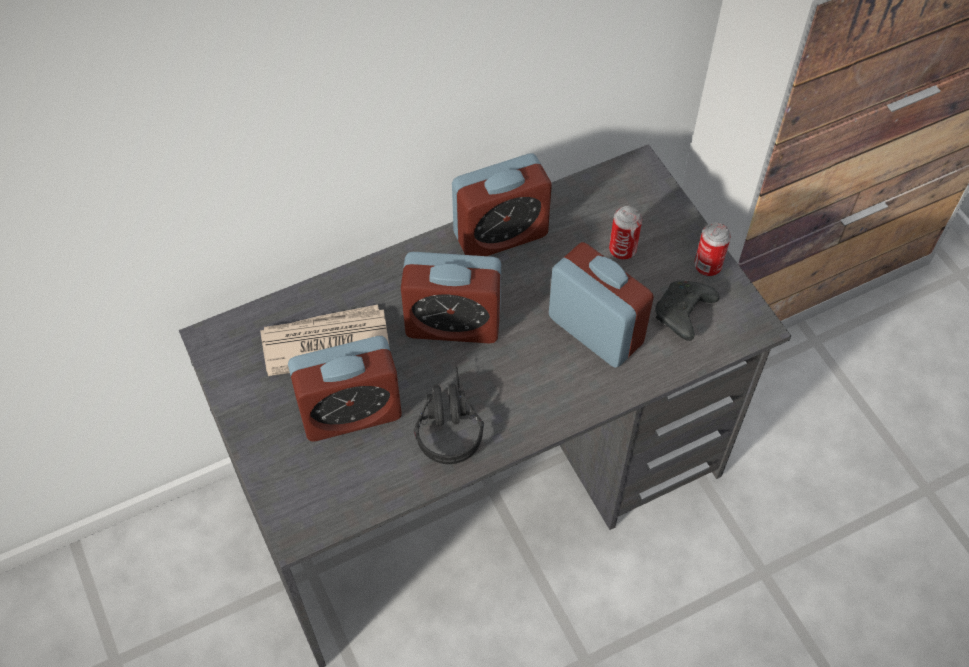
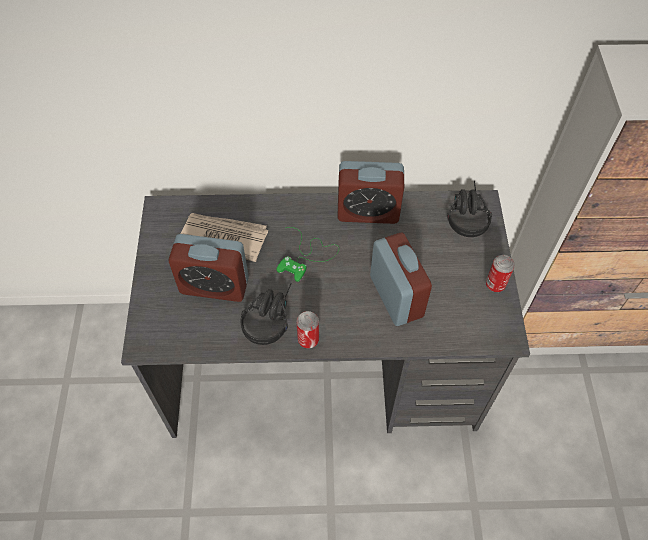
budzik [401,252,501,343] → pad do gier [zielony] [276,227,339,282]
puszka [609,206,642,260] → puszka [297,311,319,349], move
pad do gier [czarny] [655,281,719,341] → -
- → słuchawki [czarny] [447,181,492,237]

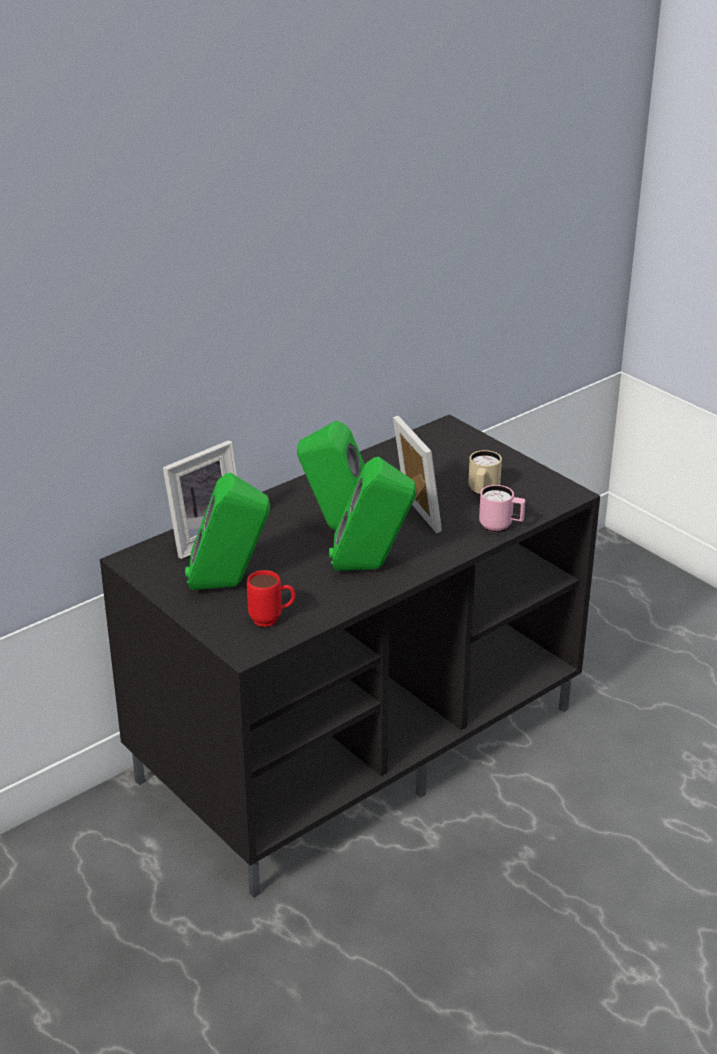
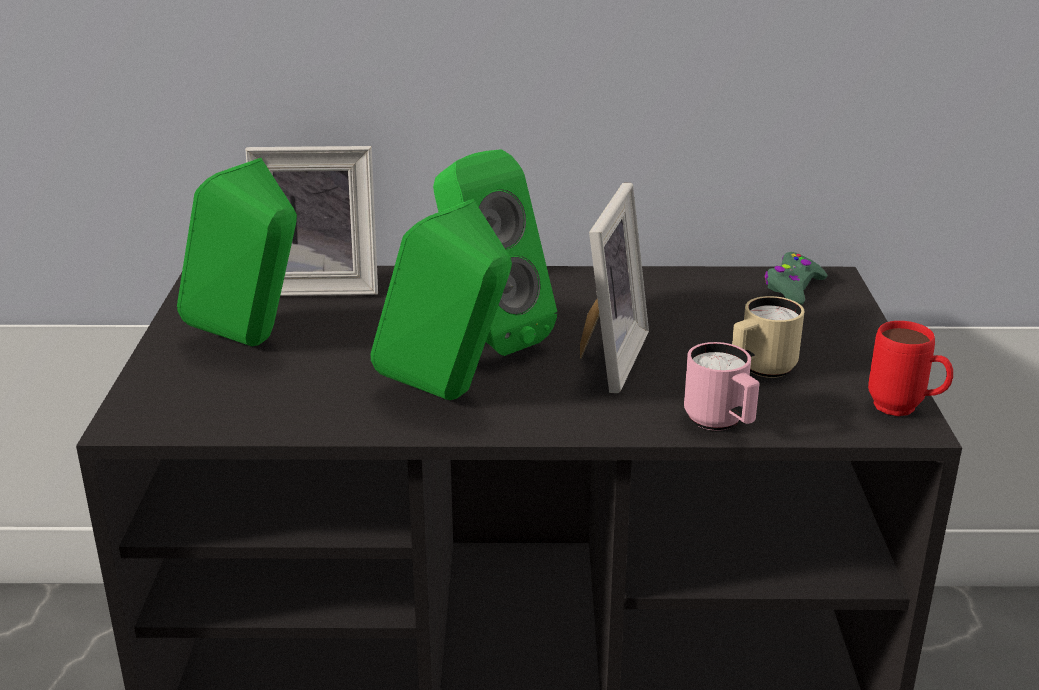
kubek [czerwony] [247,570,296,627] → kubek [czerwony] [868,321,953,416], move
- → pad do gier [zielony] [765,252,828,305]

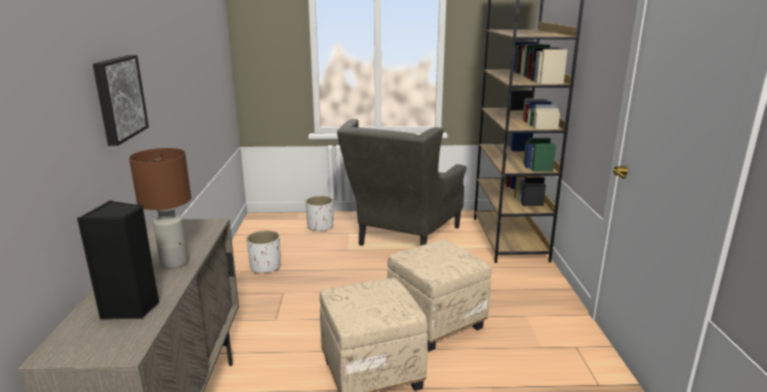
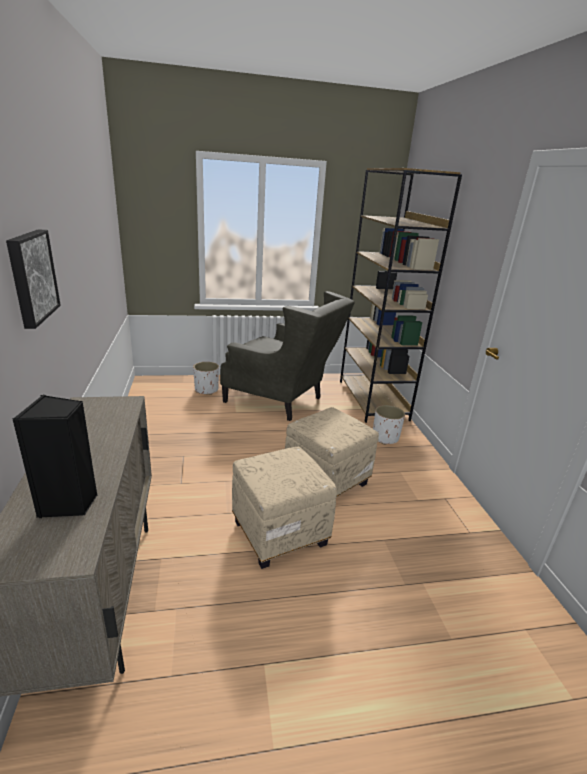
lampa stołowa [brązowy] [129,148,191,268] → -
donica [biały] [246,230,281,274] → donica [biały] [373,405,405,445], move
fotel [szary] [337,119,467,246] → fotel [szary] [220,291,355,421], 75 degrees counterclockwise

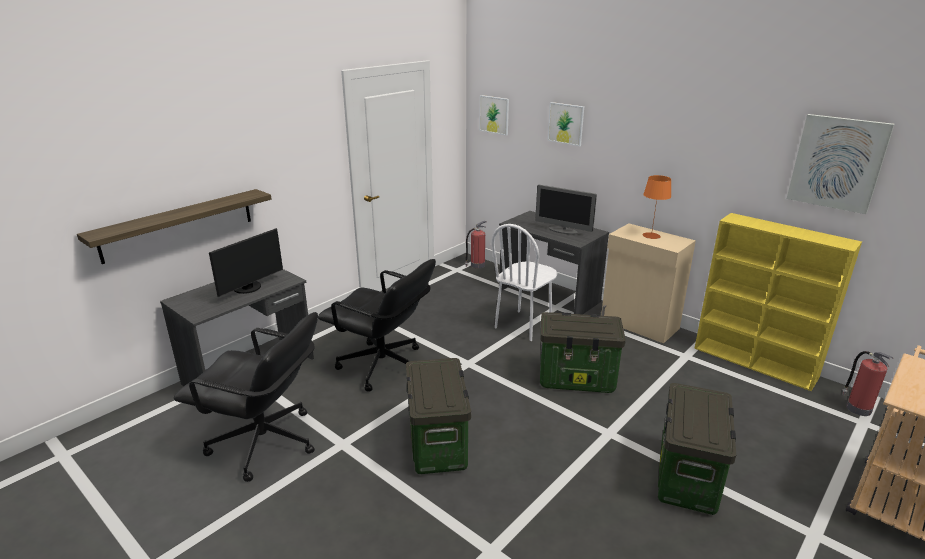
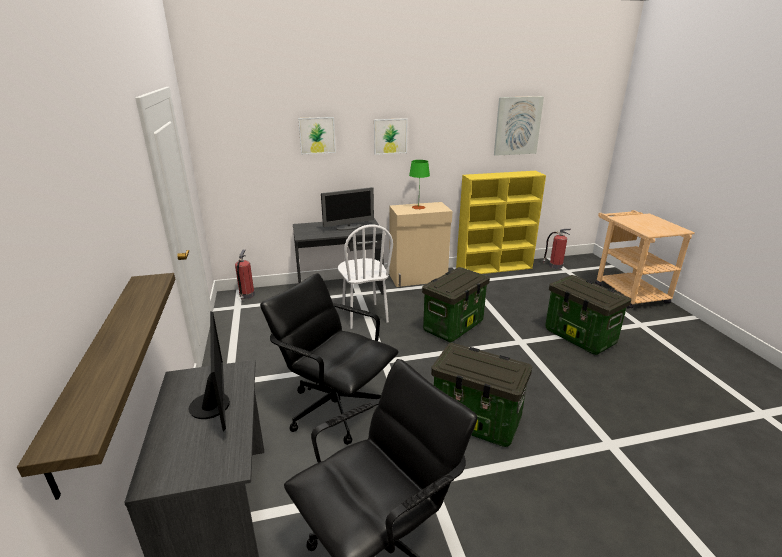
krzesło biurowe [czarny] [318,259,436,392] → krzesło biurowe [czarny] [260,273,399,445], 120 degrees counterclockwise
obraz [479,95,509,136] → obraz [374,118,407,155], move
lampa stołowa [pomarańczowy] [642,175,671,239] → lampa stołowa [zielony] [409,160,430,210]

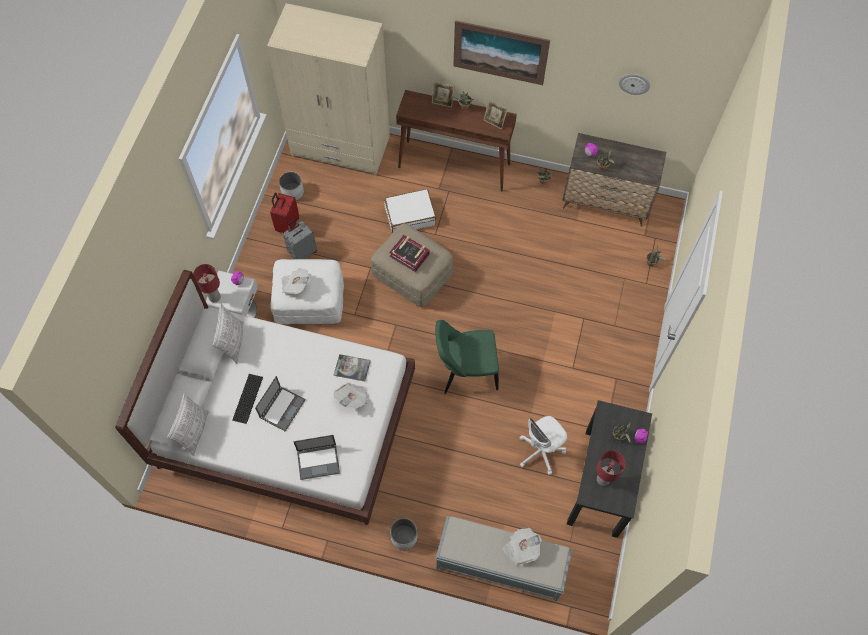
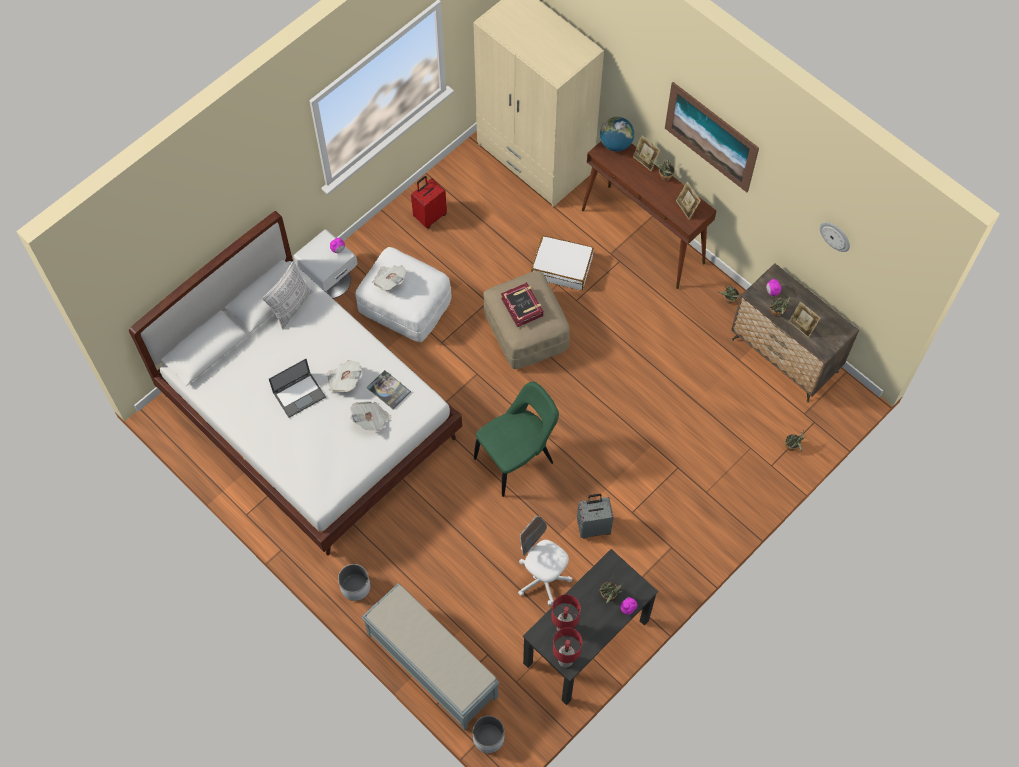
poduszka [167,393,210,456] → -
lampa stołowa [czerwony] [193,264,221,302] → lampa stołowa [czerwony] [553,627,582,667], move
klawiatura [233,374,263,424] → -
donica [biały] [279,172,304,200] → donica [biały] [473,716,505,753], move
walizka [szary] [283,219,317,259] → walizka [szary] [577,494,614,538], move
laptop [293,435,340,480] → -
krzesło [zielony] [435,320,499,394] → krzesło [zielony] [474,381,559,497], 120 degrees clockwise
gazeta [503,528,542,565] → gazeta [327,360,362,392], move
krzesło biurowe [biały] [519,416,567,475] → krzesło biurowe [biały] [518,516,572,606], 45 degrees clockwise
- → globus [600,117,634,152]
- → ramka na zdjęcie [789,301,821,338]

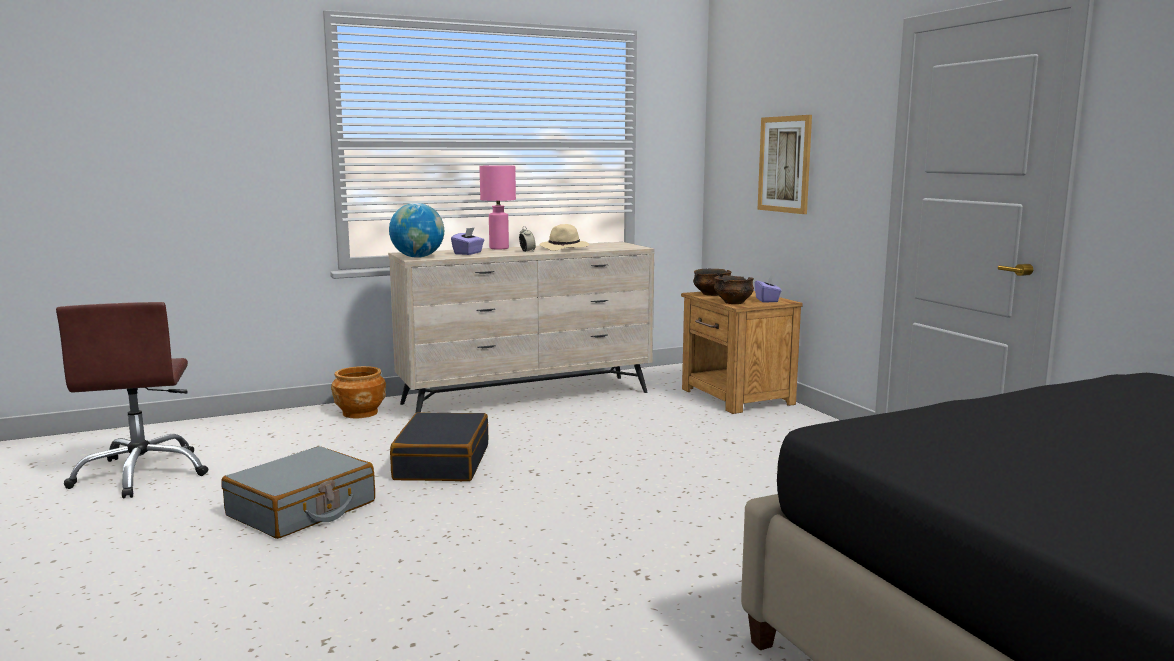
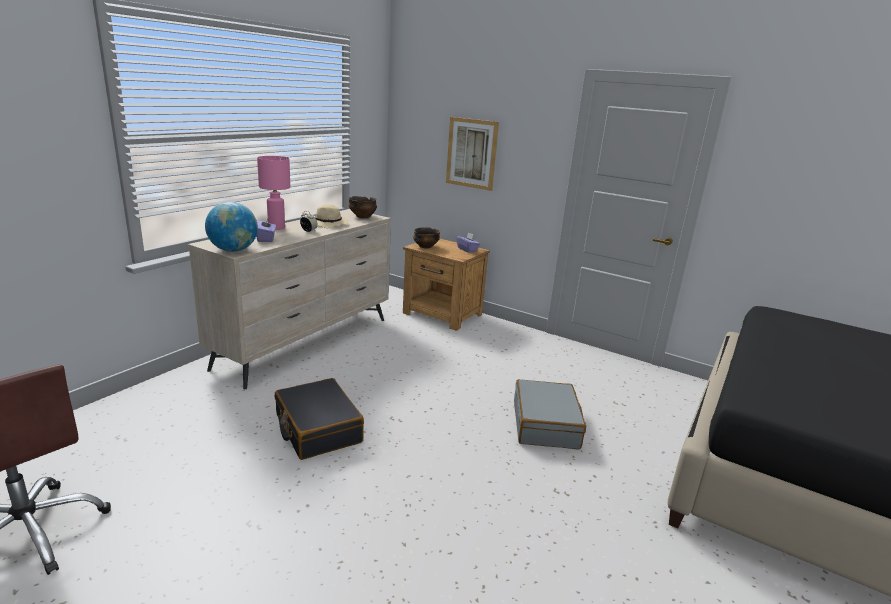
walizka [szary] [221,446,375,539] → walizka [szary] [514,379,586,450], move
donica [brązowy] [331,366,386,418] → -
miska [714,275,754,304] → miska [348,196,377,218], move

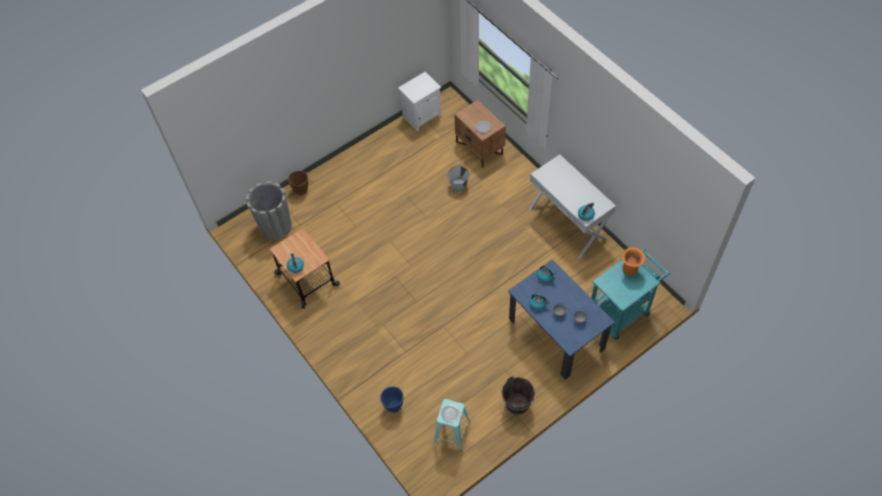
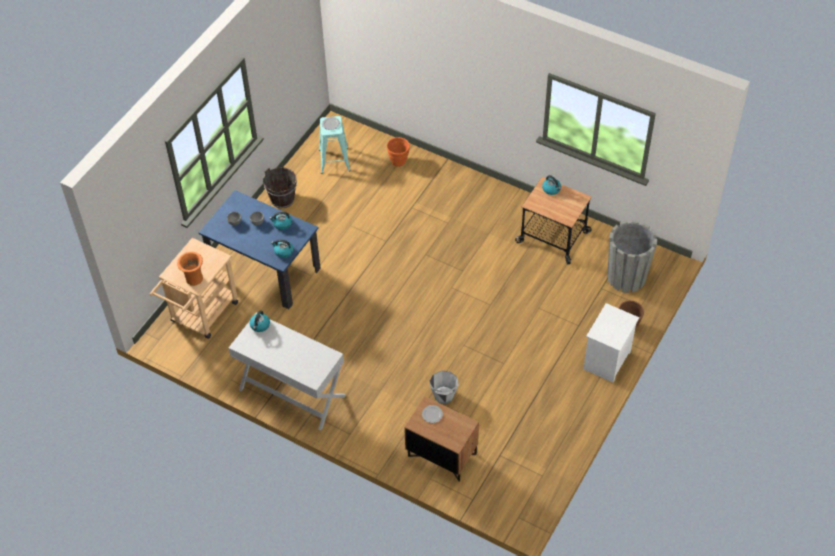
donica [niebieski] [380,386,404,413] → donica [pomarańczowy] [387,137,410,167]
szafka nocna [biały] [398,72,441,131] → szafka nocna [biały] [583,303,639,383], move
wózek [turkusowy] [591,248,671,340] → wózek [beżowy] [150,238,238,339]

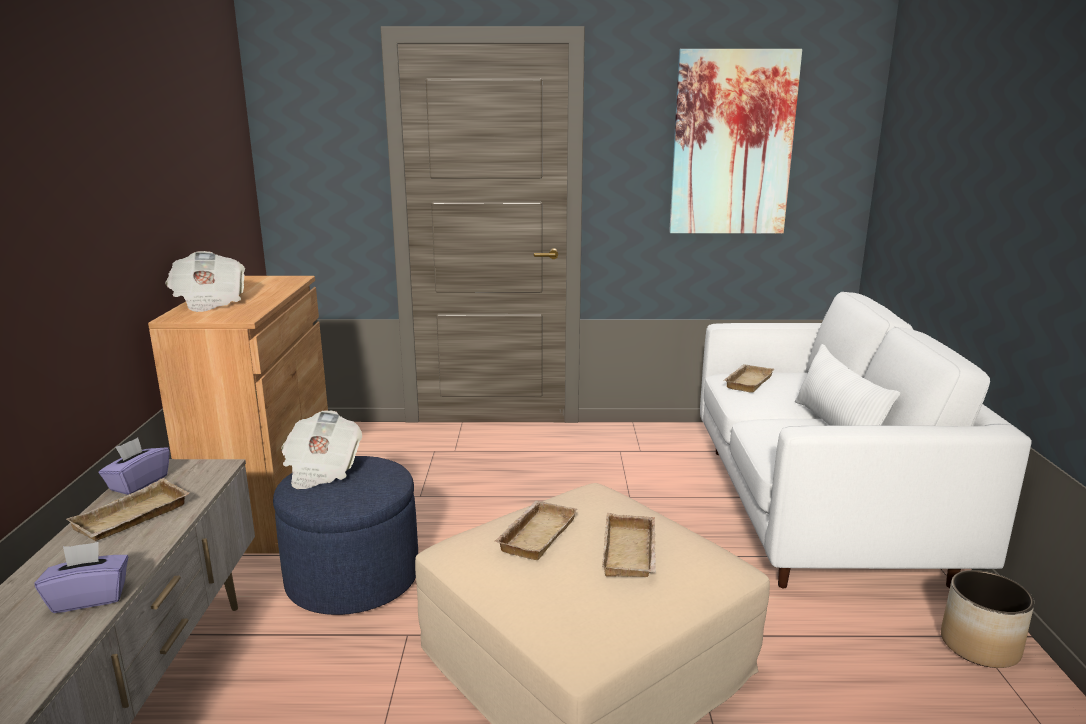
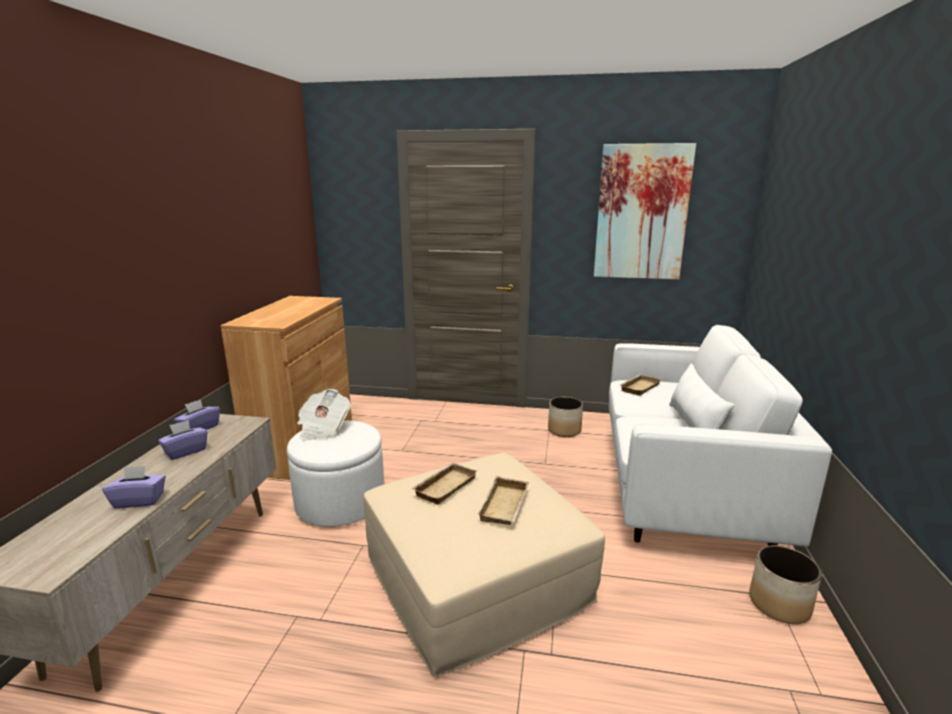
taca [beżowy] [66,478,189,541] → pudełko chusteczek [fioletowy] [158,420,208,460]
gazeta [165,251,245,312] → -
pufa [niebieski] [273,456,418,615] → pufa [biały] [287,421,384,527]
- → donica [548,397,583,437]

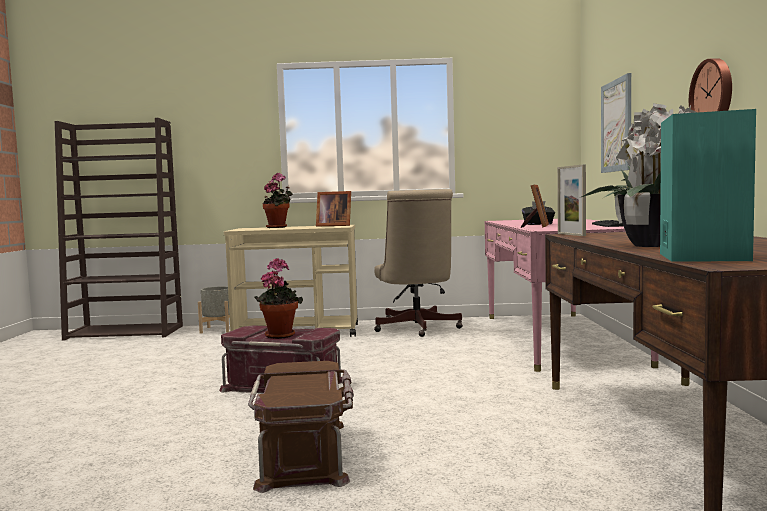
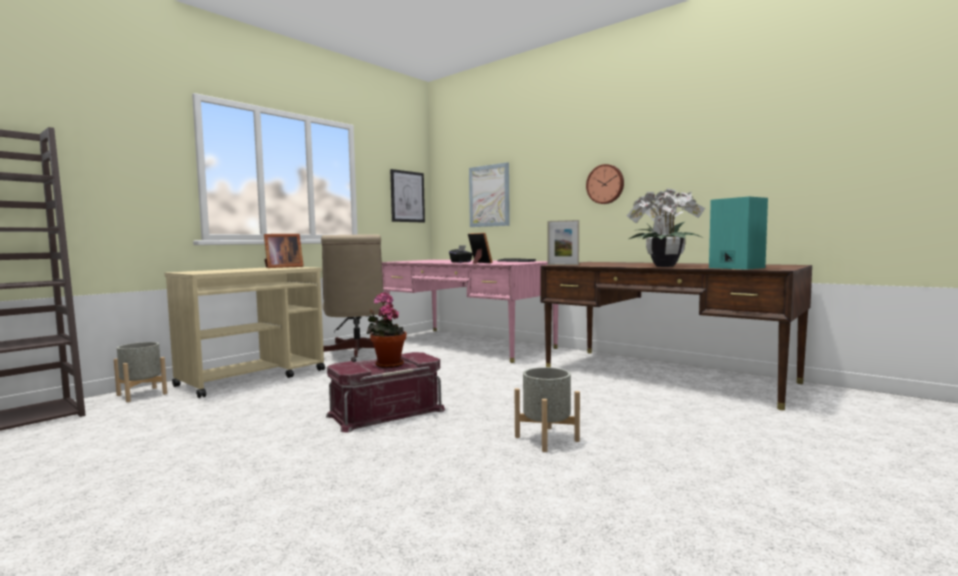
pojemnik do przechowywania [brązowy] [248,361,354,493] → donica [szary] [514,367,580,452]
roślina doniczkowa [263,173,293,228] → -
krzesło biurowe [beżowy] [374,189,463,337] → krzesło biurowe [beżowy] [321,235,386,362], 45 degrees clockwise
- → obraz [390,169,425,223]

